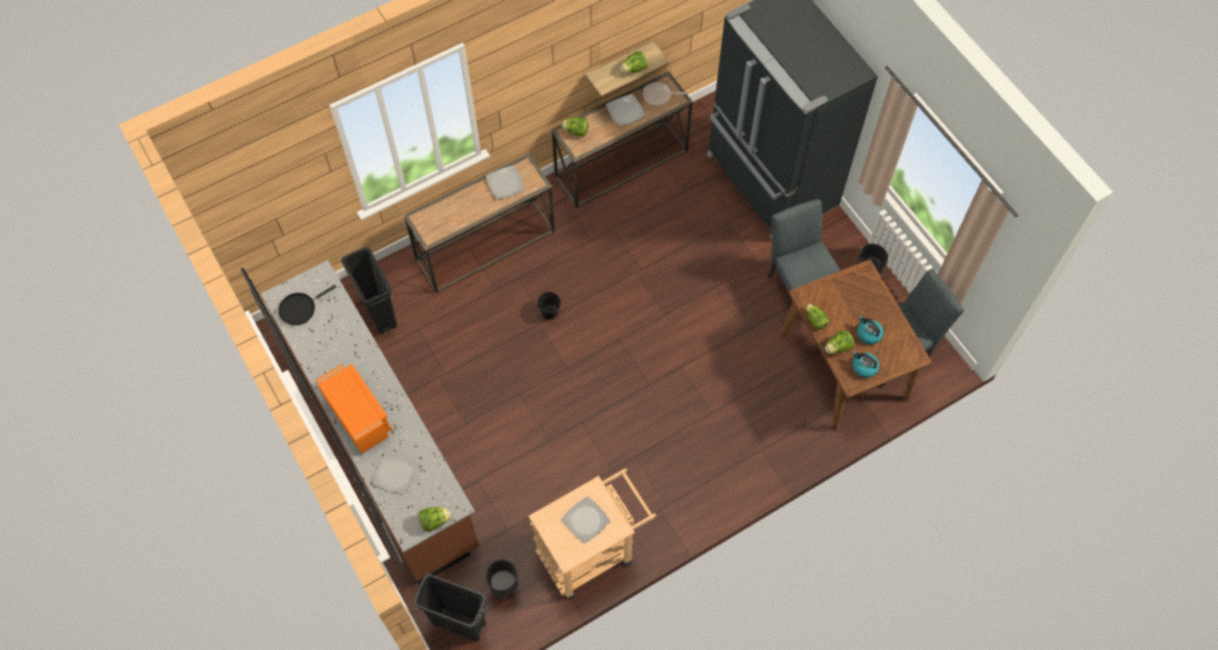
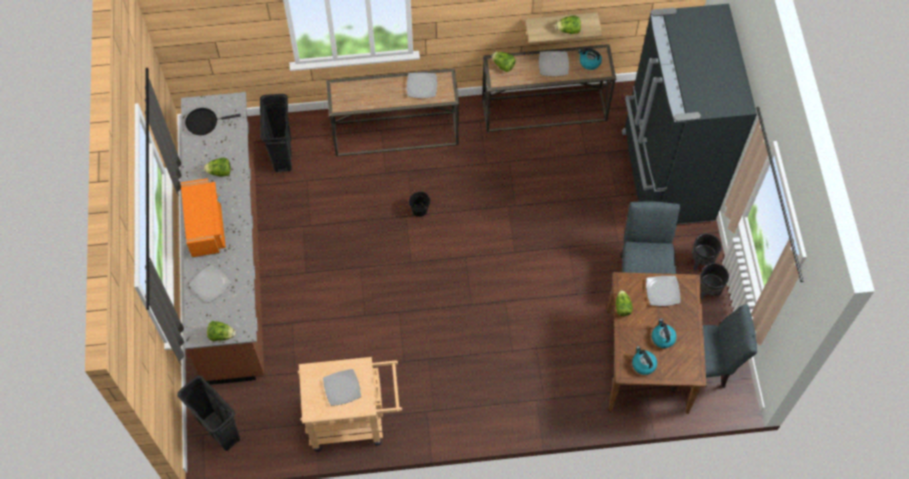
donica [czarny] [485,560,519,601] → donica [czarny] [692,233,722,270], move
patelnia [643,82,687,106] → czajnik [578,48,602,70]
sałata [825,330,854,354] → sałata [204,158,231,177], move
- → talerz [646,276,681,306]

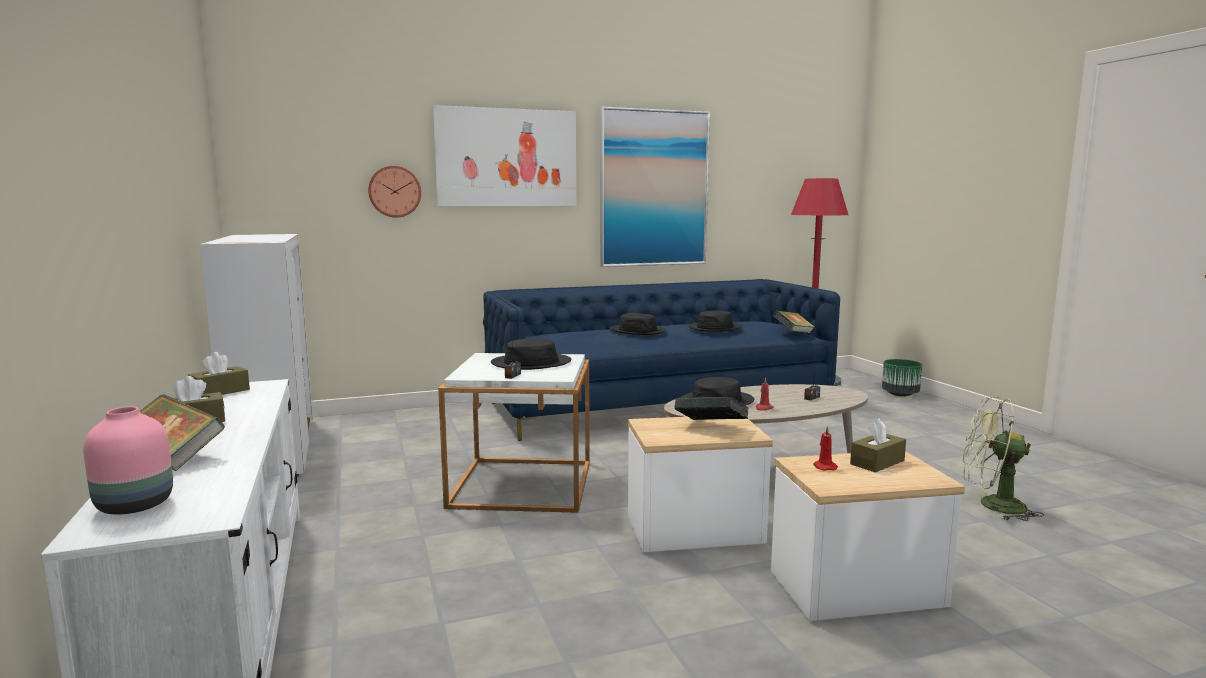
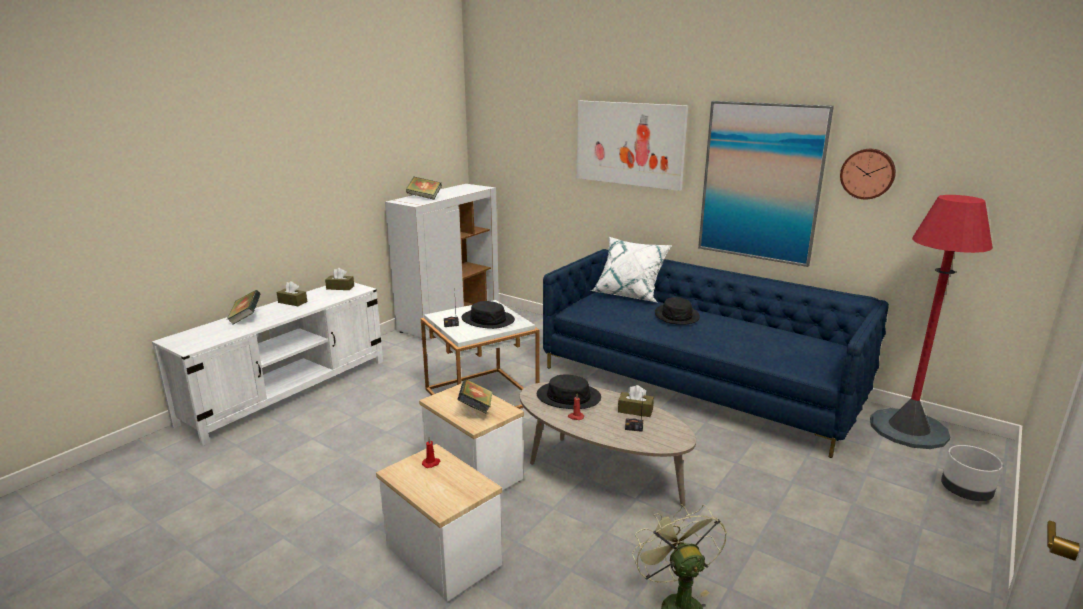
wazon [różowy] [83,406,173,515] → -
zegar ścienny [368,166,421,218] → zegar ścienny [840,149,896,199], move
kapelusz [czarny] [688,310,742,332] → -
książka [773,311,815,333] → książka [406,177,442,200], move
pudełko chusteczek [brązowy] [850,419,906,472] → pudełko chusteczek [brązowy] [618,385,654,417], move
donica [zielony] [882,359,922,396] → donica [szary] [941,445,1003,501]
- → poduszka [biały] [590,237,672,302]

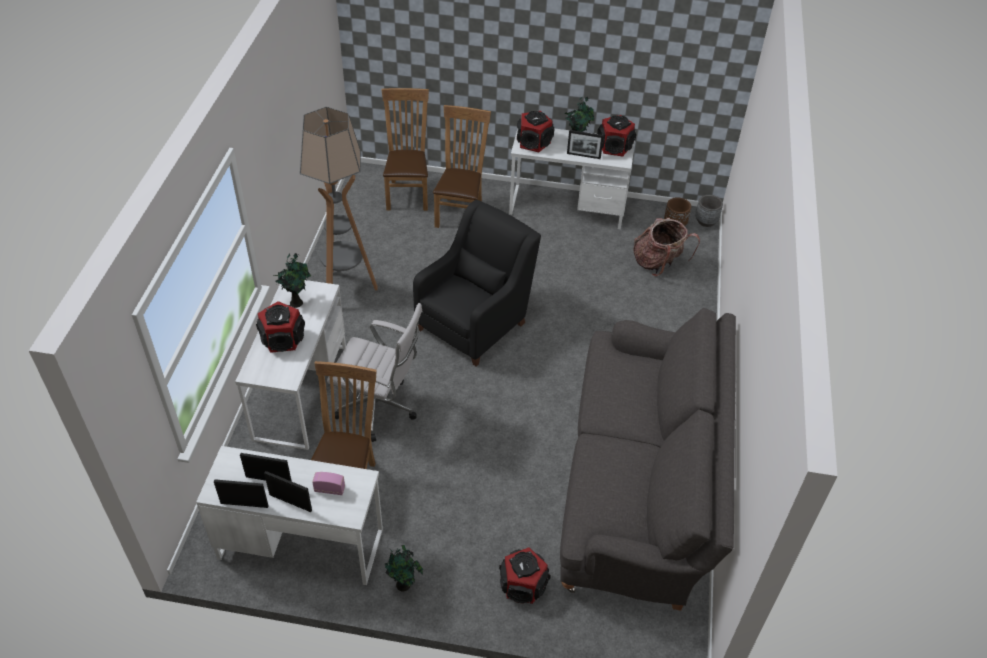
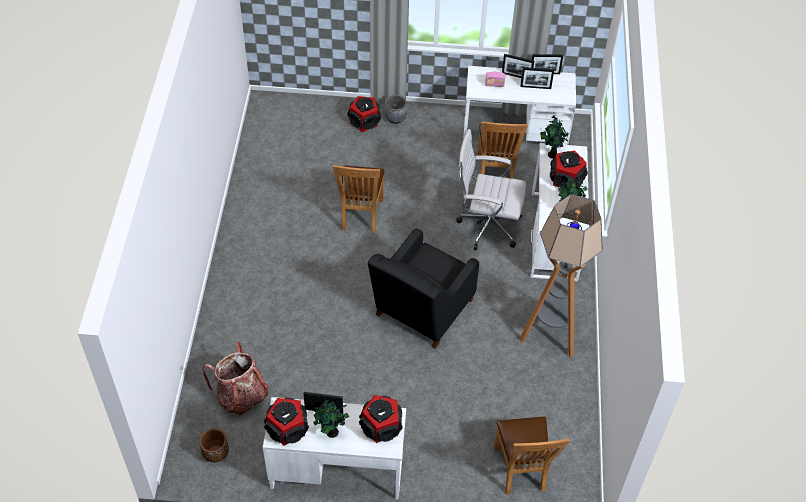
roślina doniczkowa [385,545,423,591] → roślina doniczkowa [540,115,569,159], move
krzesło [brązowy] [433,105,491,228] → krzesło [brązowy] [333,165,385,233], move
kanapa [szary] [560,308,736,611] → -
donica [szary] [696,195,723,227] → donica [szary] [385,95,407,124], move

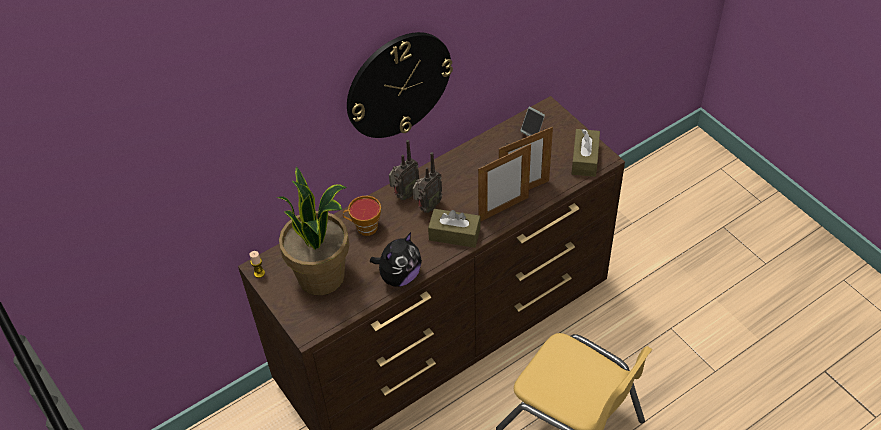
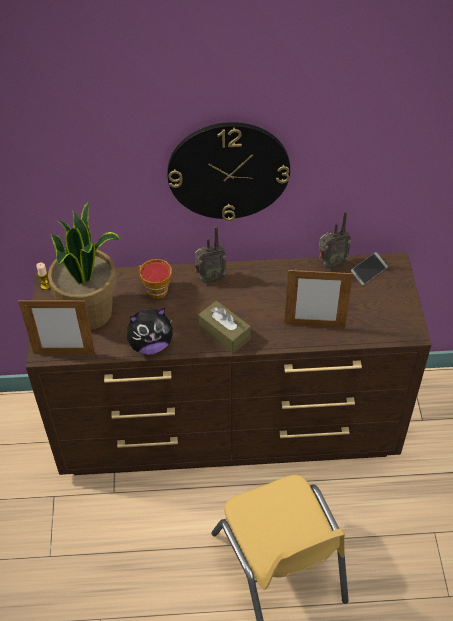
radio [413,152,442,213] → radio [319,211,351,269], move
ramka na zdjęcie [478,144,531,221] → ramka na zdjęcie [18,298,96,354], move
pudełko chusteczek [brązowy] [572,129,600,177] → -

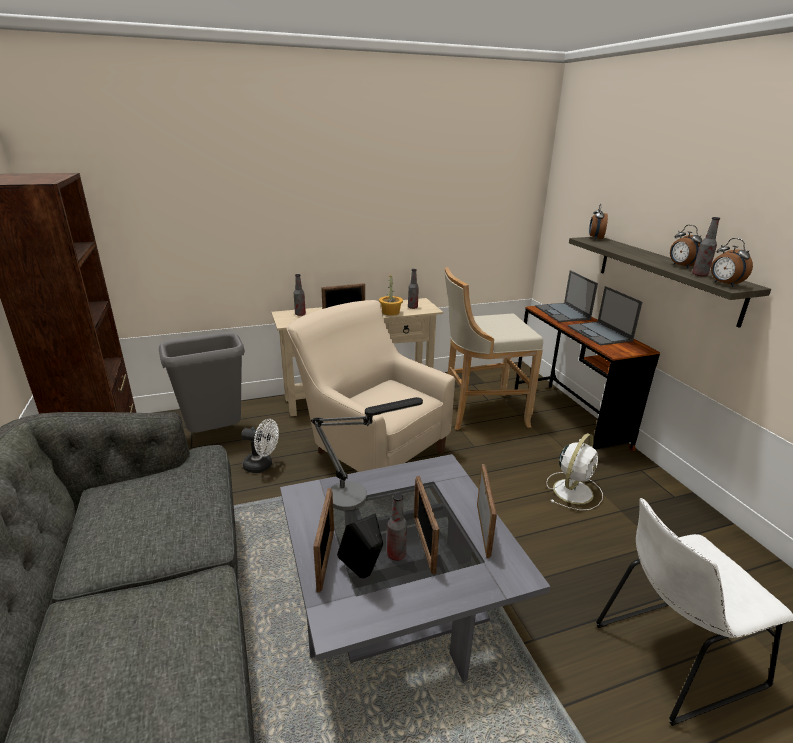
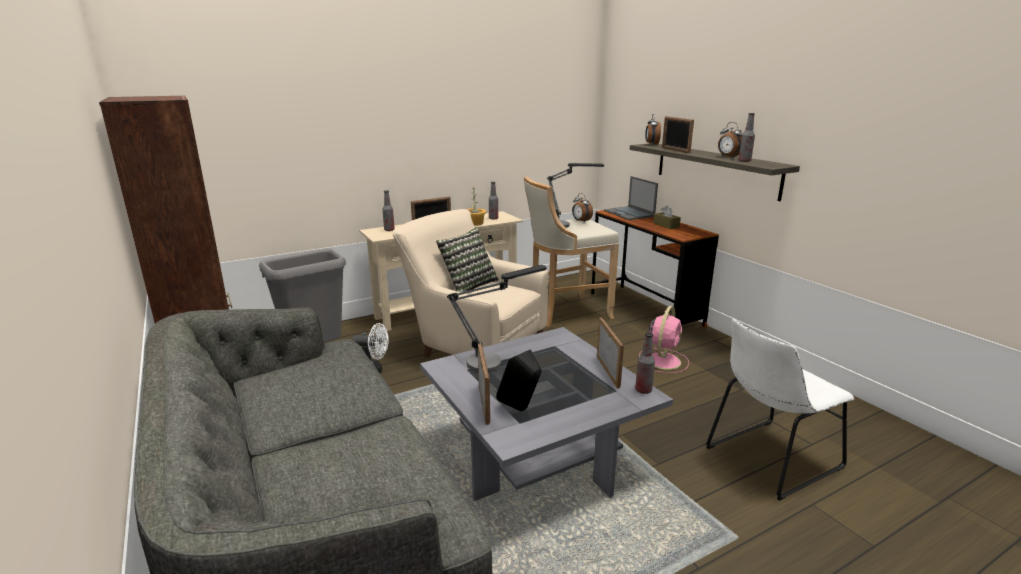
butelka [387,493,407,561] → butelka [635,332,655,394], move
ramka na zdjęcie [414,476,439,574] → ramka na zdjęcie [662,116,694,153], move
wentylator [biały] [546,433,603,511] → wentylator [różowy] [639,306,689,373]
laptop [568,286,642,346] → pudełko chusteczek [brązowy] [653,206,681,229]
budzik [711,238,753,287] → budzik [572,193,593,223], move
- → poduszka [436,227,499,292]
- → lampa stołowa [547,163,604,228]

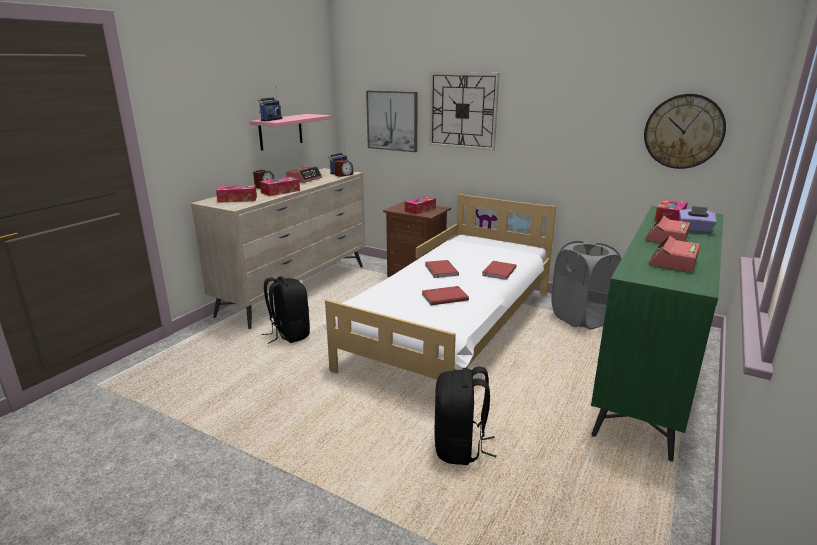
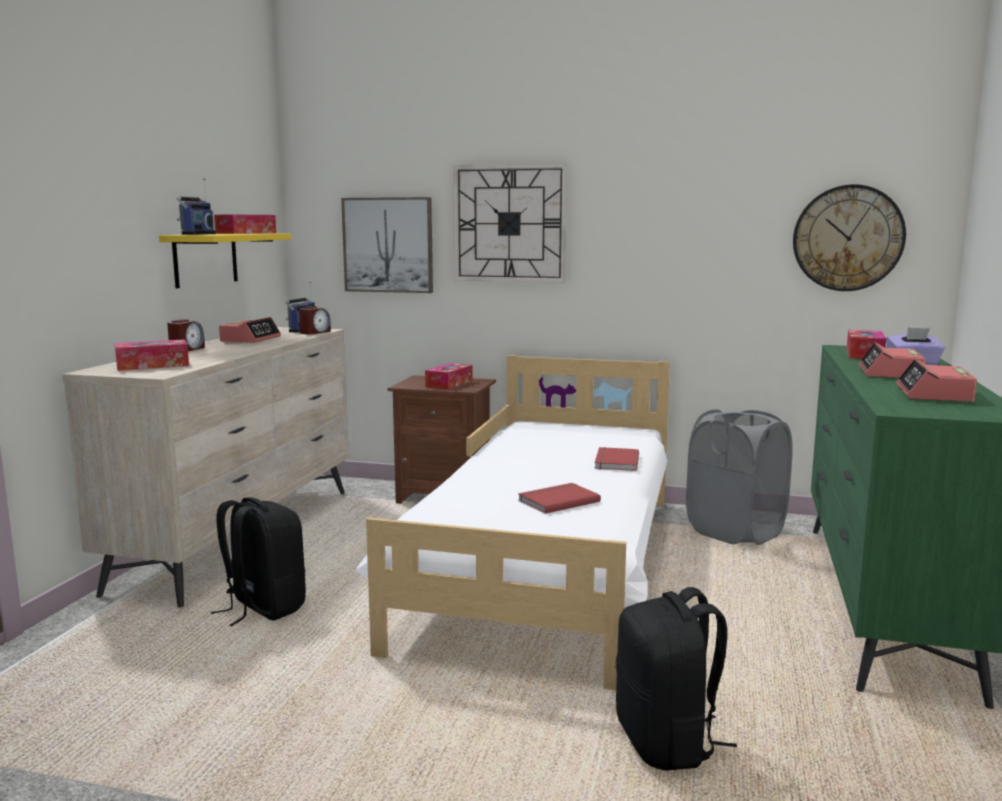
półka [różowy] [250,114,332,151] → półka [żółty] [159,233,292,288]
pudełko chusteczek [260,177,300,196] → pudełko chusteczek [214,215,276,234], move
książka [czerwony] [425,260,459,278] → -

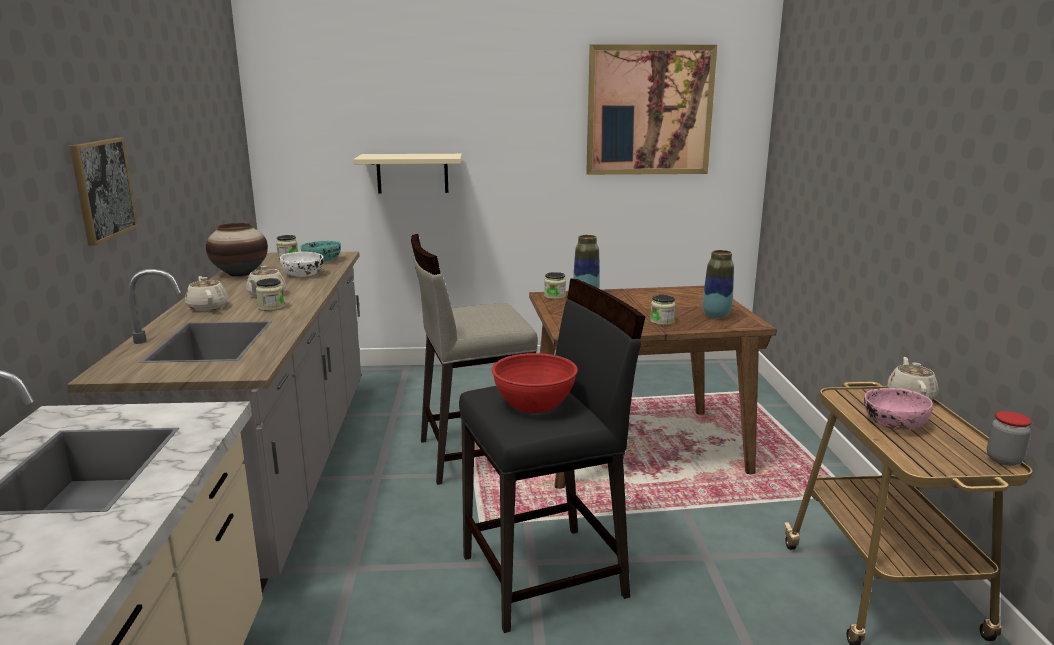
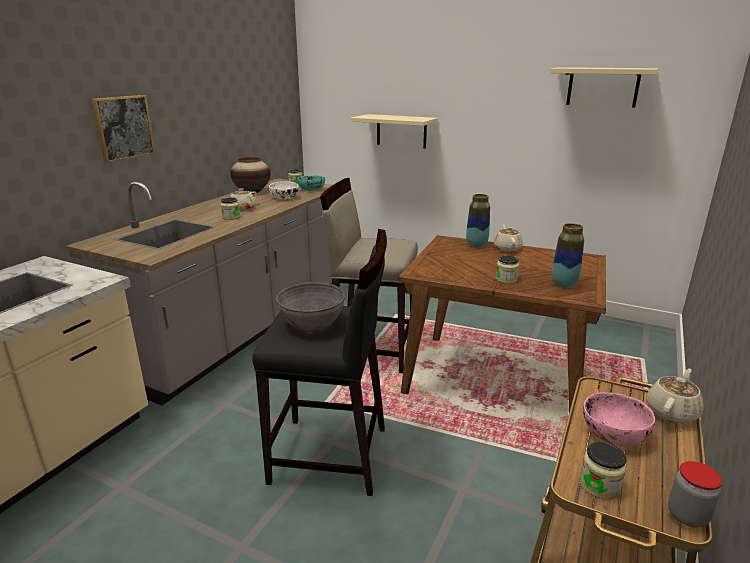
imbryk [beżowy] [185,276,228,311] → imbryk [beżowy] [494,225,523,252], move
miska [czerwony] [492,353,578,413] → miska [szary] [276,282,345,332]
słoik [544,272,566,300] → słoik [580,442,627,499], move
obraz [586,44,717,175] → półka [beżowy] [550,67,658,107]

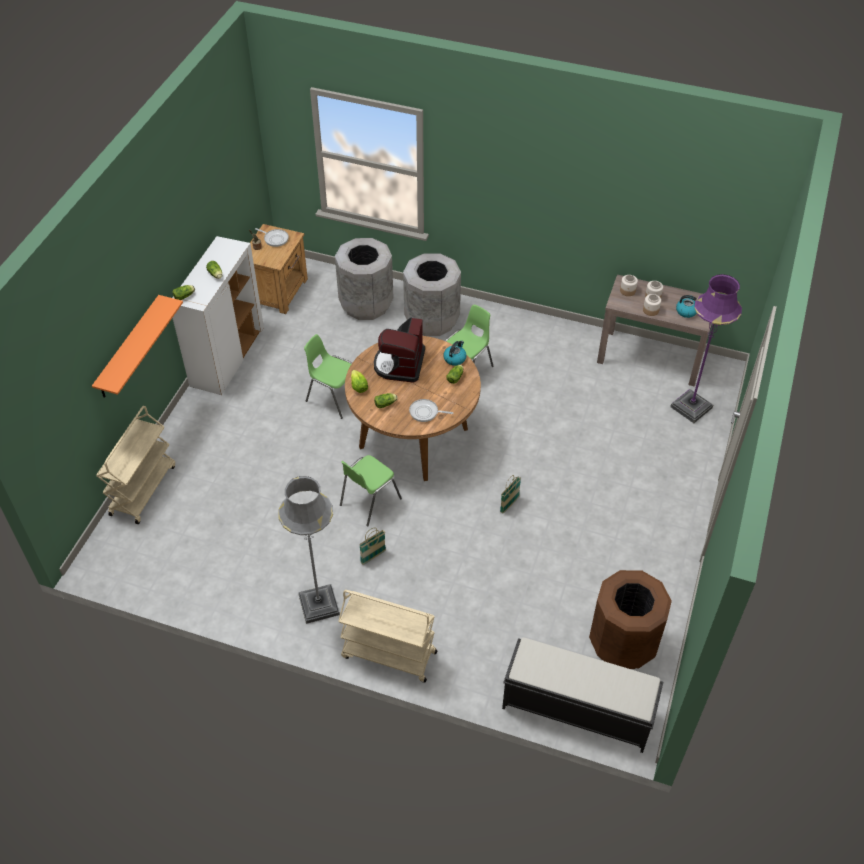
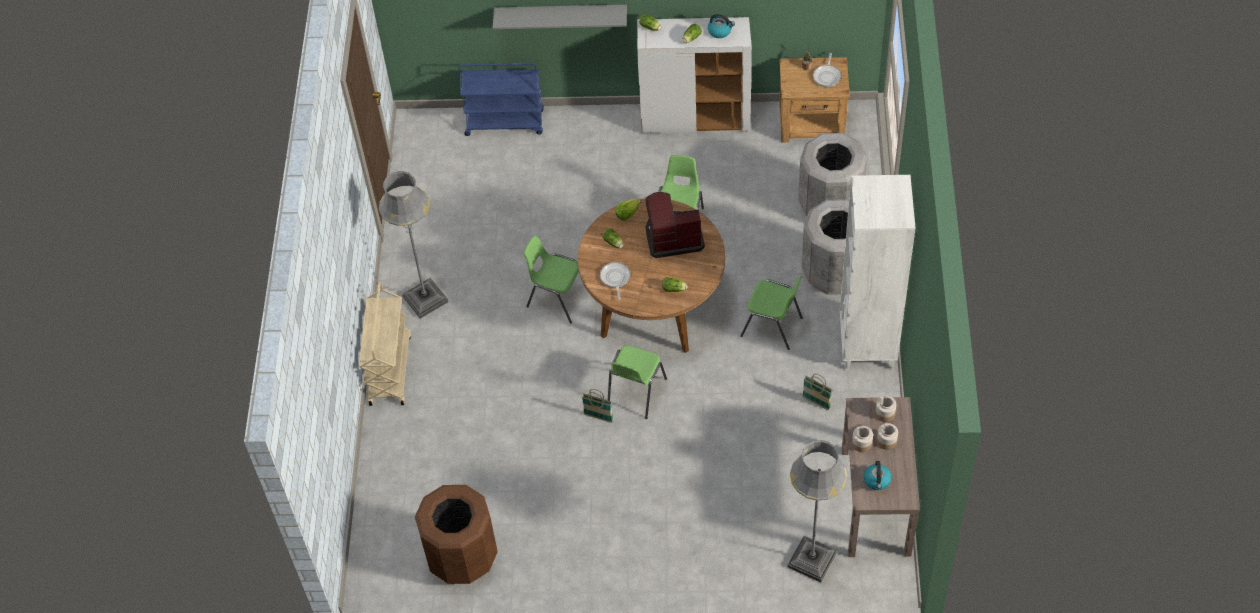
półka [pomarańczowy] [92,295,183,398] → półka [szary] [493,5,627,29]
wózek [beżowy] [96,406,175,524] → wózek [niebieski] [459,63,544,136]
koszyk [359,528,386,565] → koszyk [802,374,832,410], move
czajnik [443,341,467,366] → czajnik [708,14,735,38], move
ławka [czarny] [502,637,663,753] → -
lampa stojąca [fioletowy] [670,274,742,423] → lampa stojąca [szary] [787,440,847,582]
- → krzesło [zielony] [608,345,667,419]
- → regał [biały] [840,175,915,370]

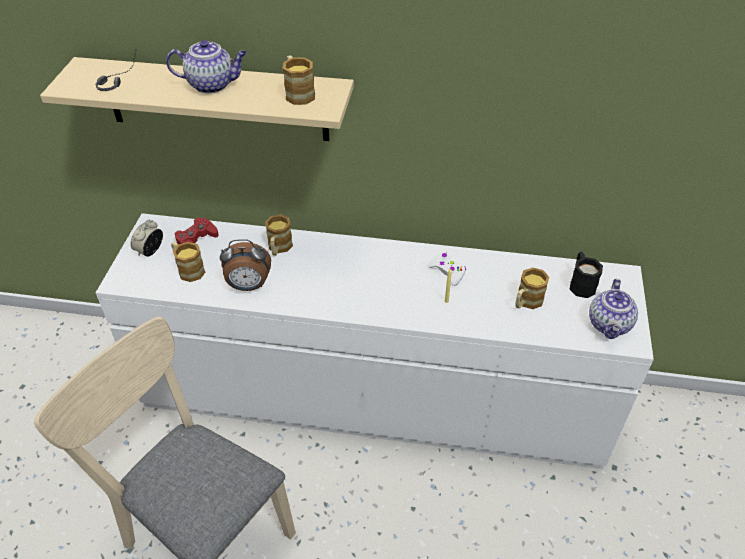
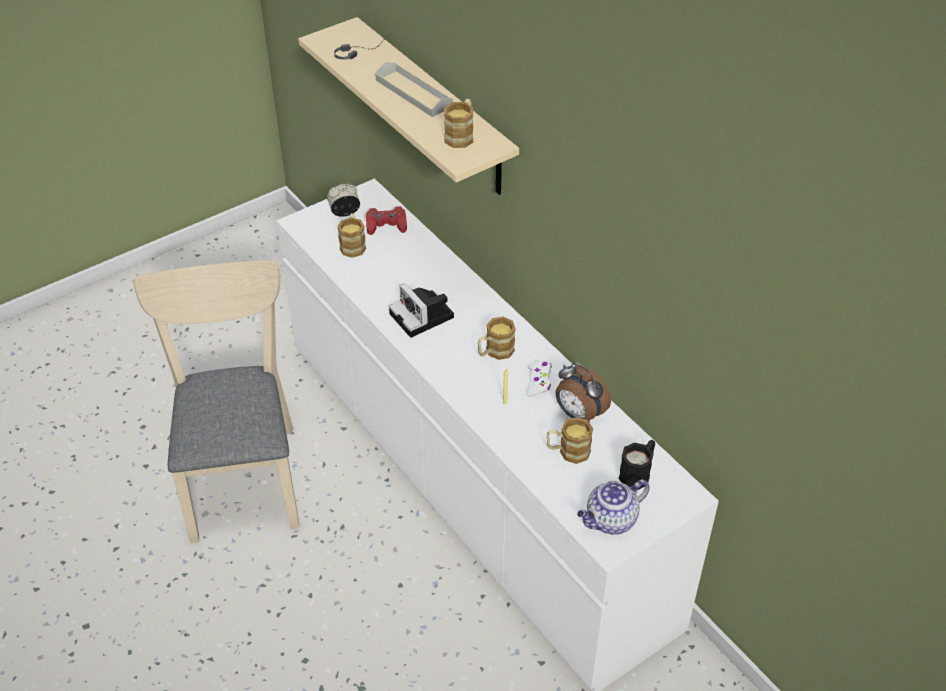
imbryk [166,40,247,93] → taca [szary] [375,63,453,117]
budzik [220,239,271,291] → budzik [555,363,611,423], move
kubek [265,215,293,256] → kubek [478,317,516,360], move
- → aparat fotograficzny [389,283,454,338]

